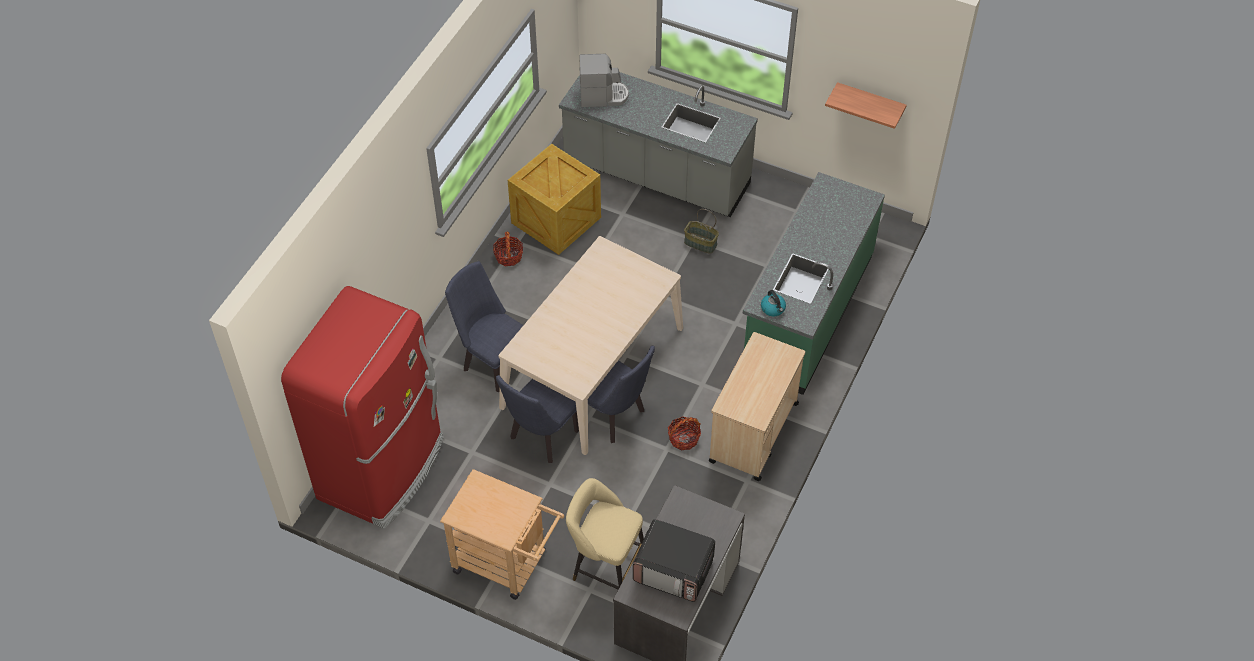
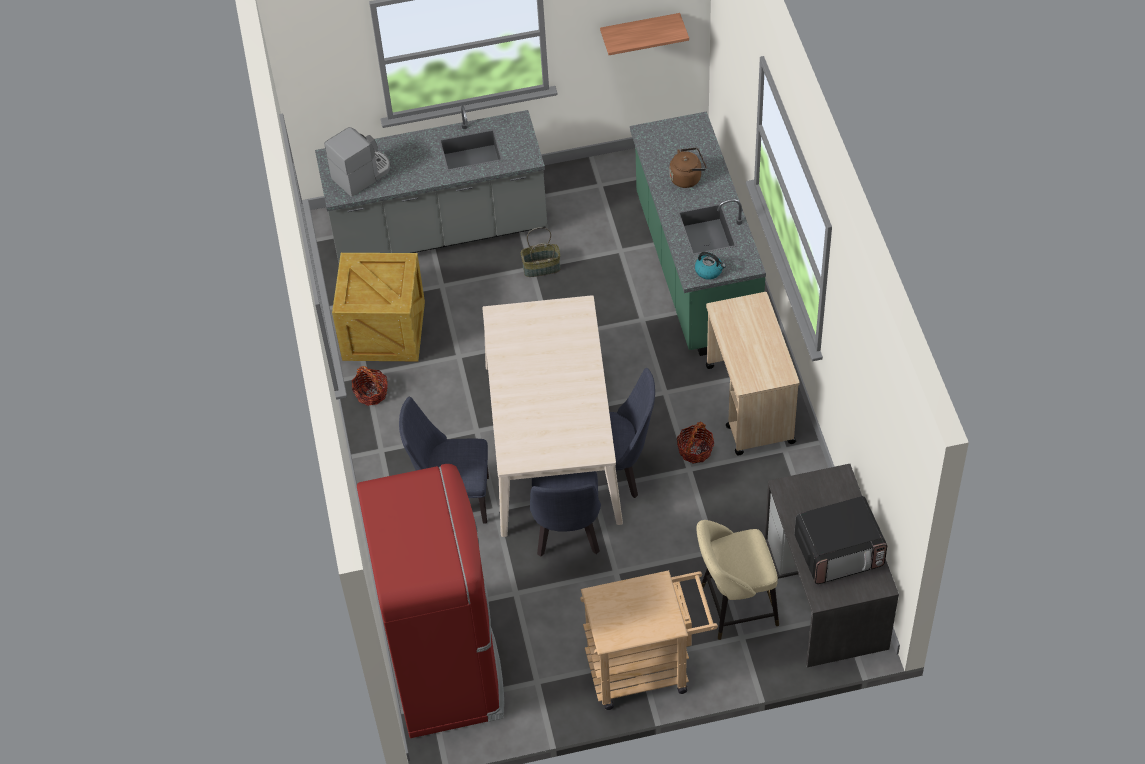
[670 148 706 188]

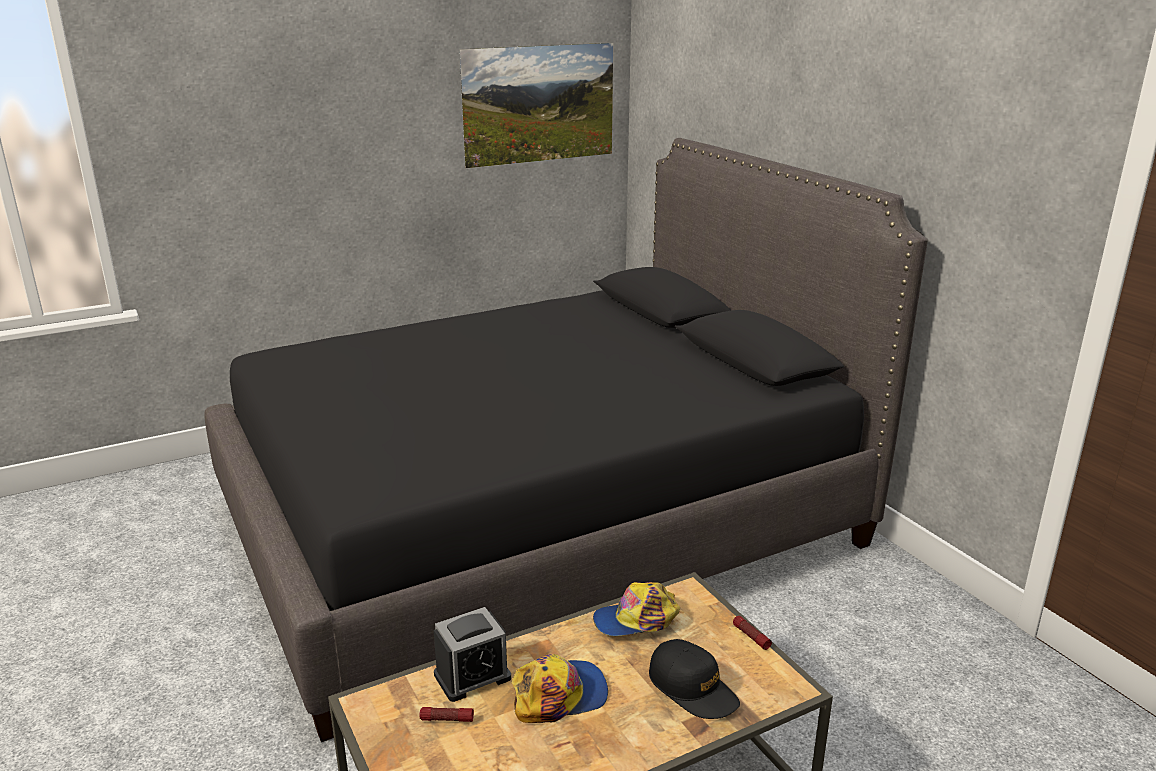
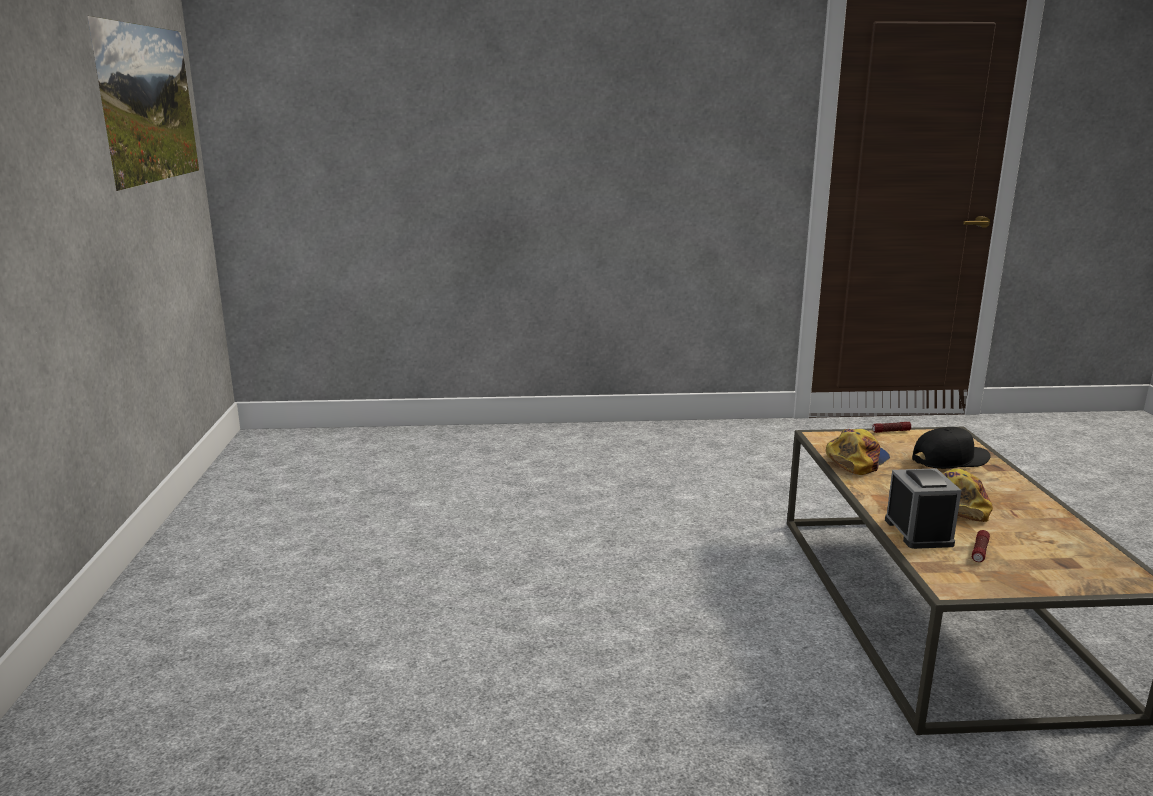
[204 138 928 742] (first image)
[826 429 890 475]

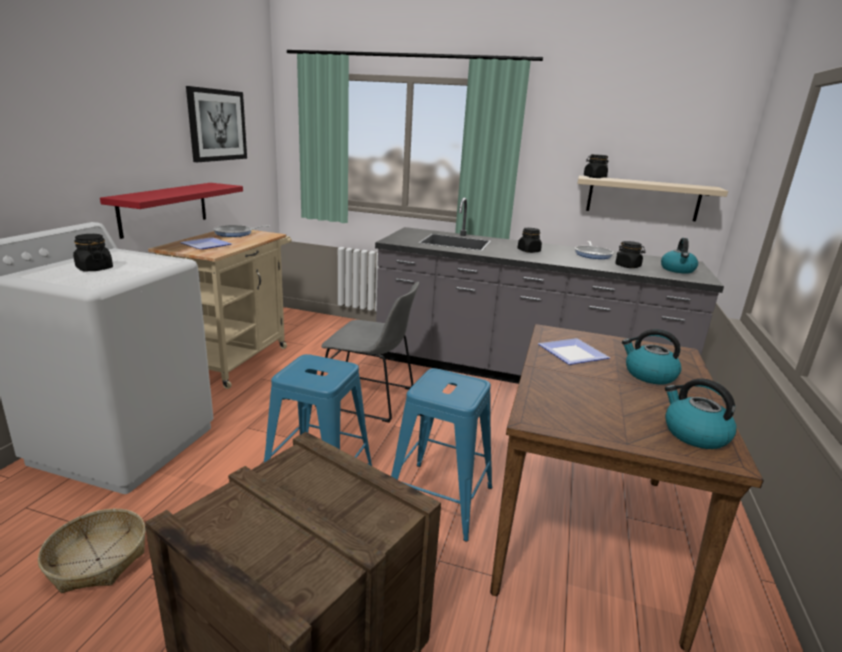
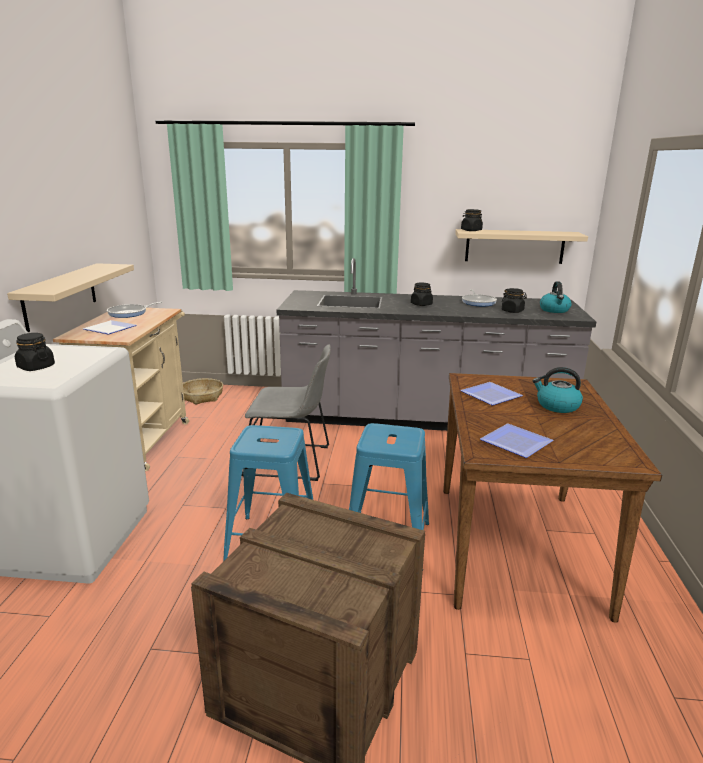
[183 378 223 405]
[7 263 134 332]
[186 86 247 162] (first image)
[665 378 736 449] (first image)
[480 424 554 458]

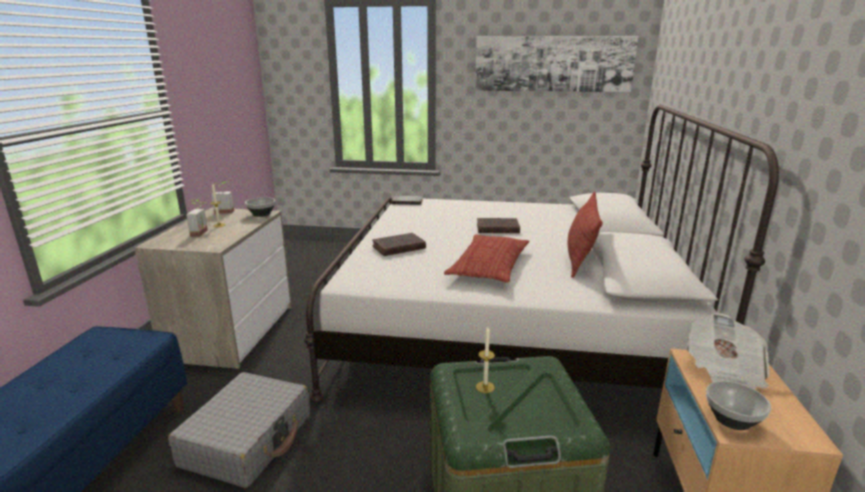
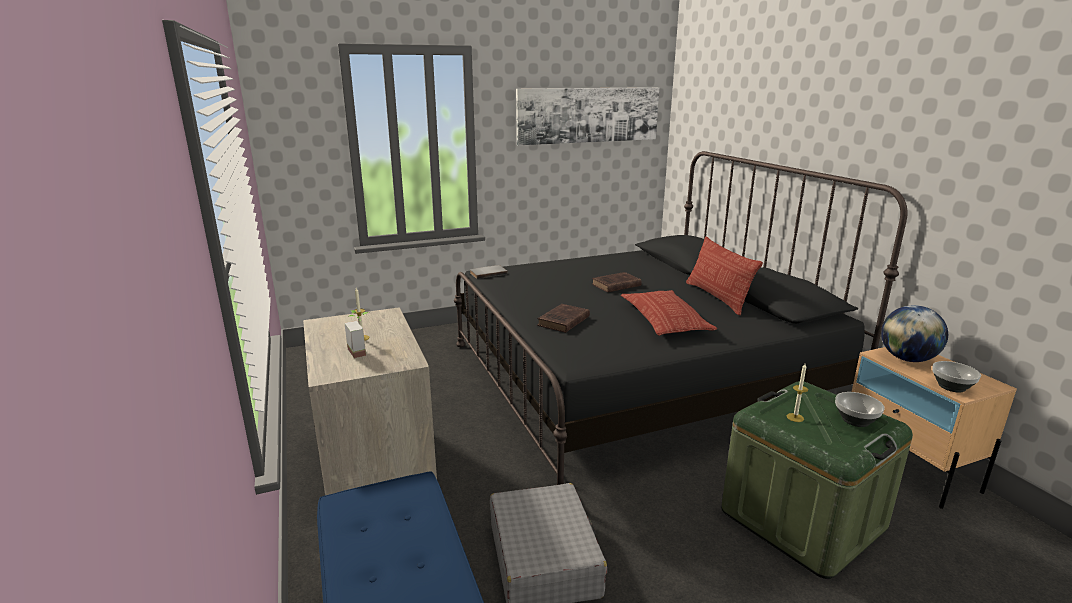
[211 181 234 214] (first image)
[835 392 885 427]
[454 151 908 485]
[881 305 948 362]

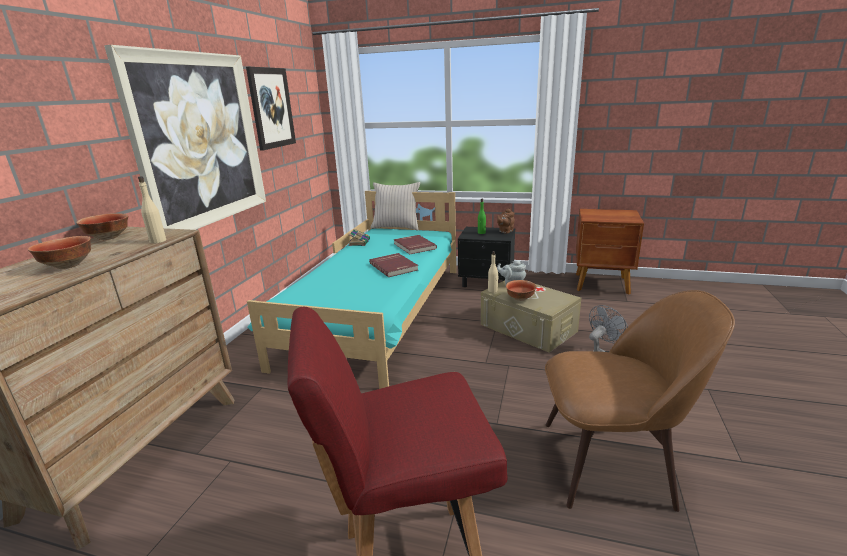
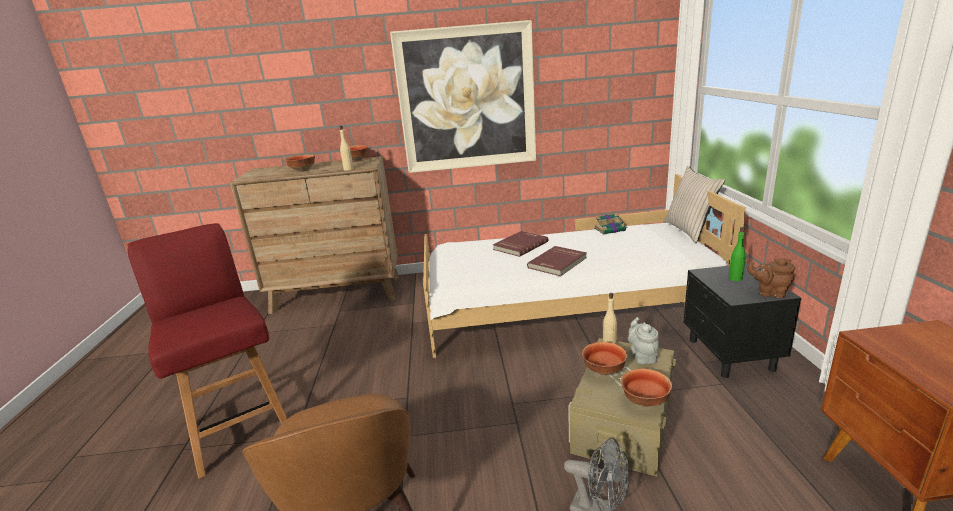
[246 67 296 151] (first image)
[423 174 746 358]
[493 231 548 257]
[621 368 672 407]

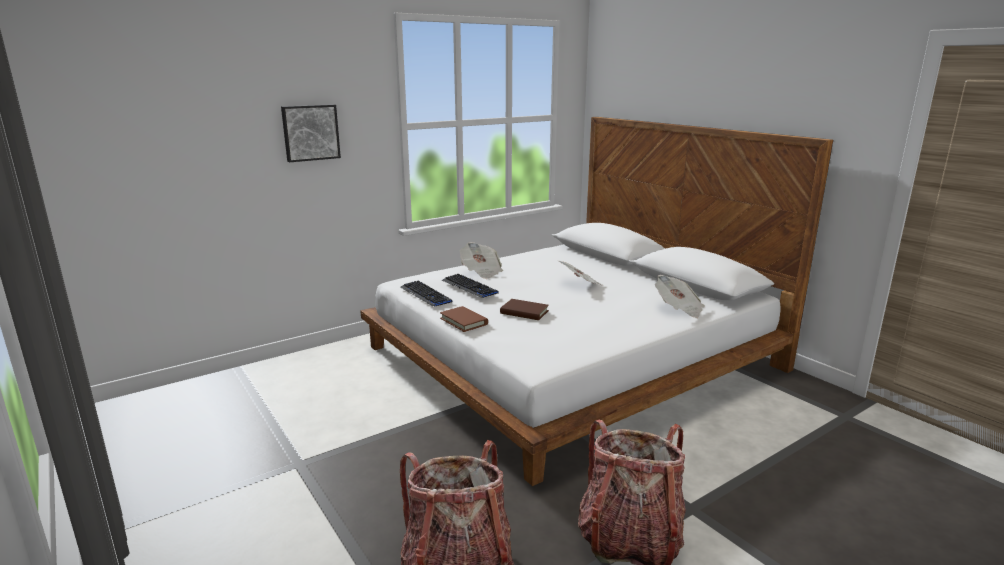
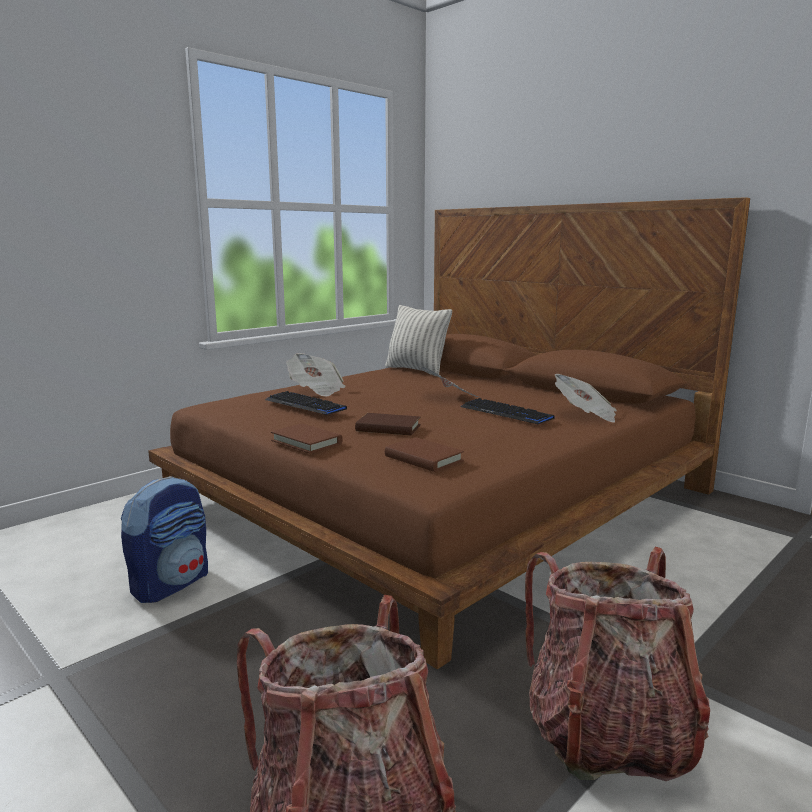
[281 104 341 162] (first image)
[148 197 750 669]
[461 398 554 424]
[121 476 208 603]
[385 305 452 376]
[385 437 464 472]

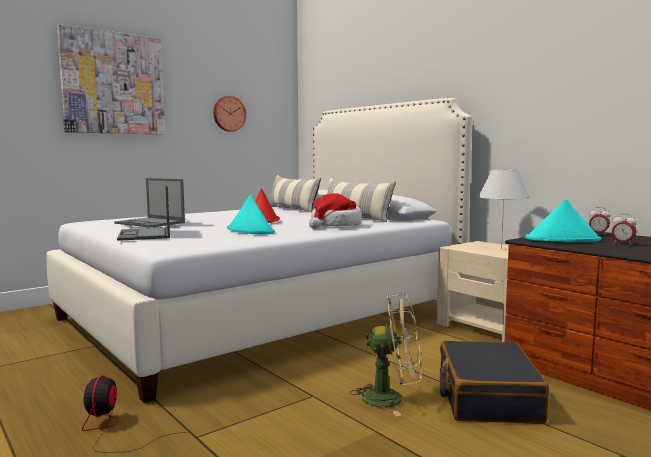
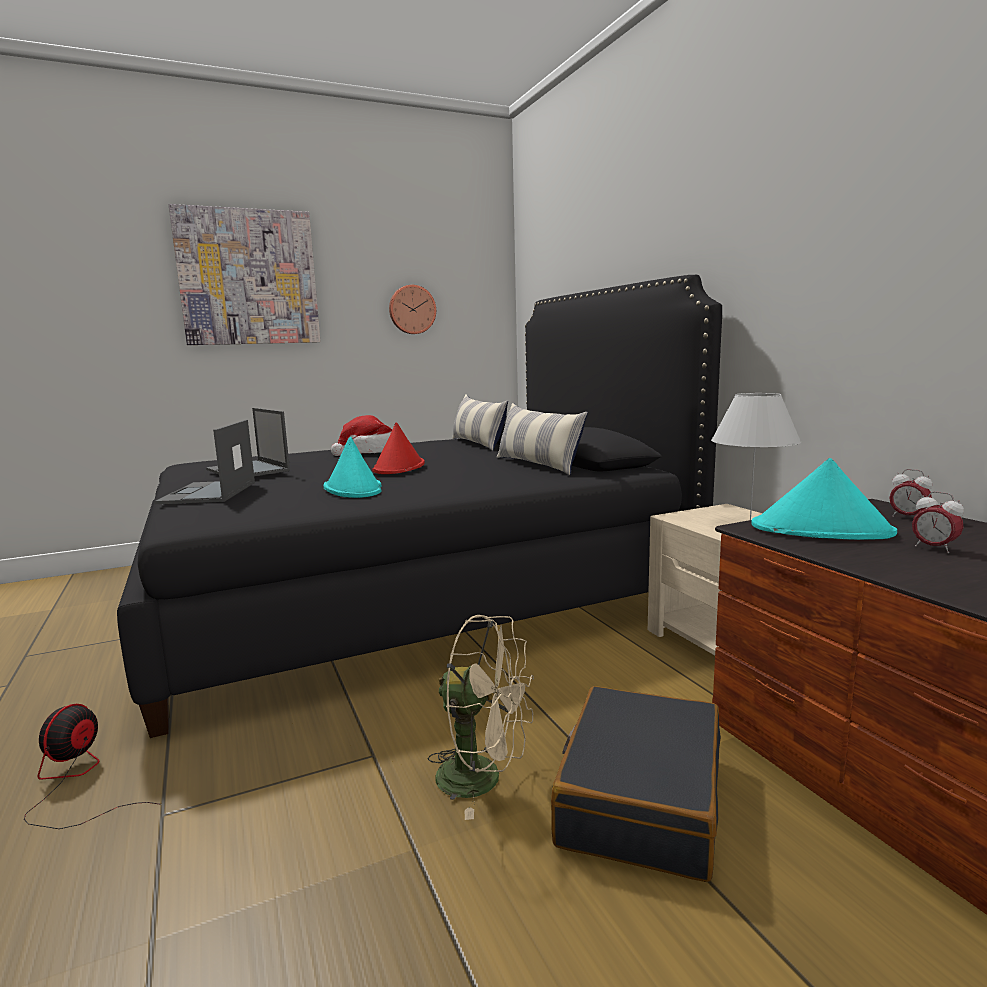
[117 275 722 738]
[331 415 392 456]

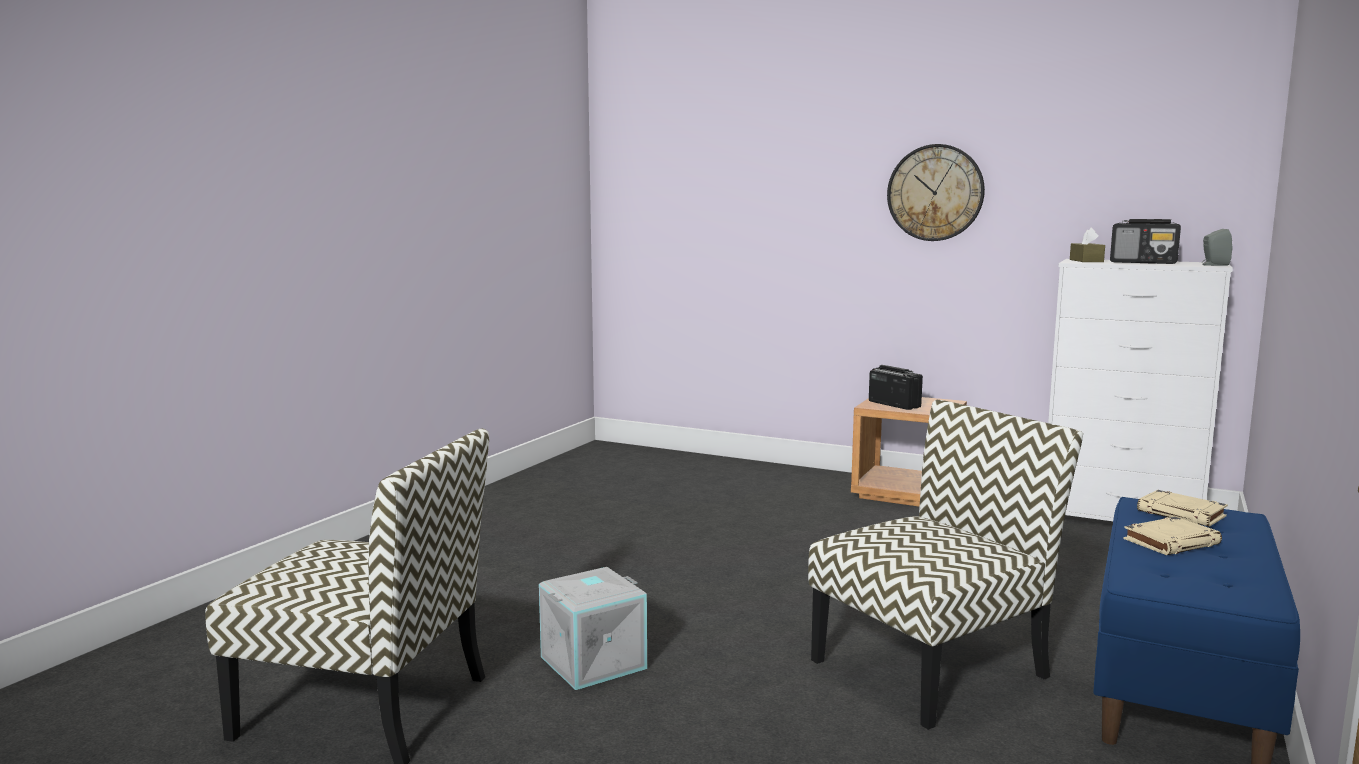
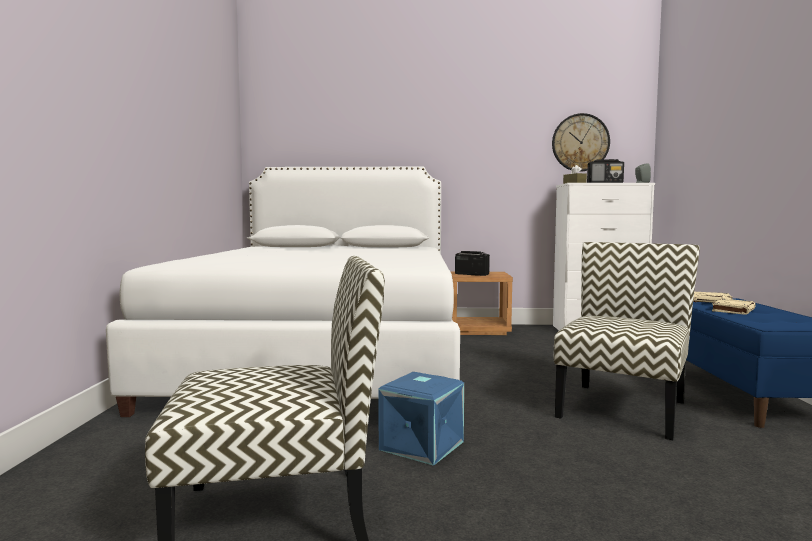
[378 372 464 466]
[552 113 610 172]
[106 167 460 417]

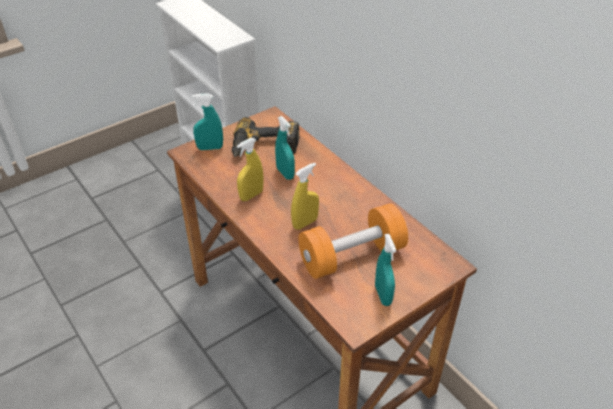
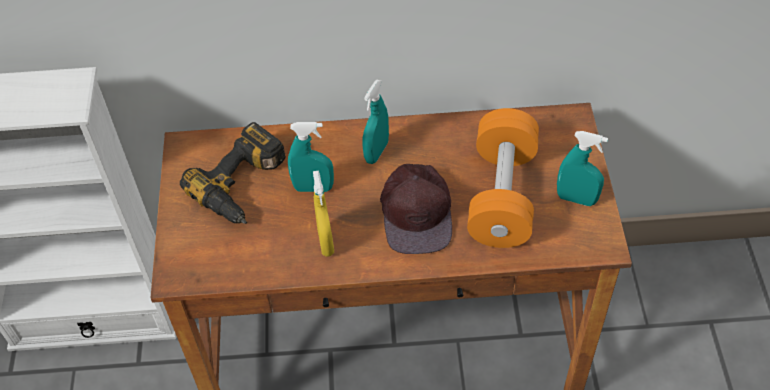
[362 80 389 164]
[380 164 452 254]

